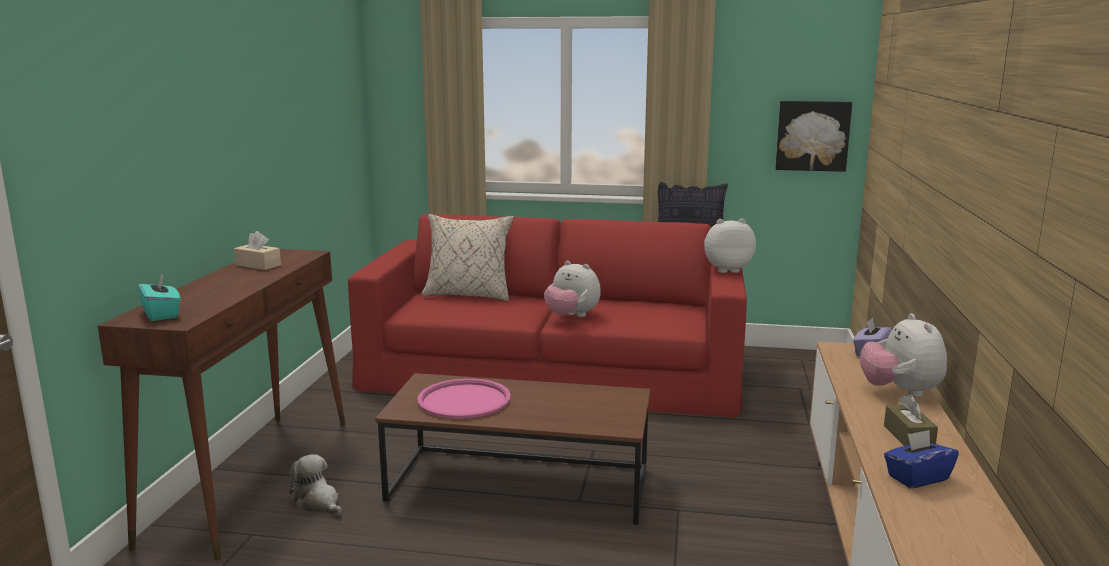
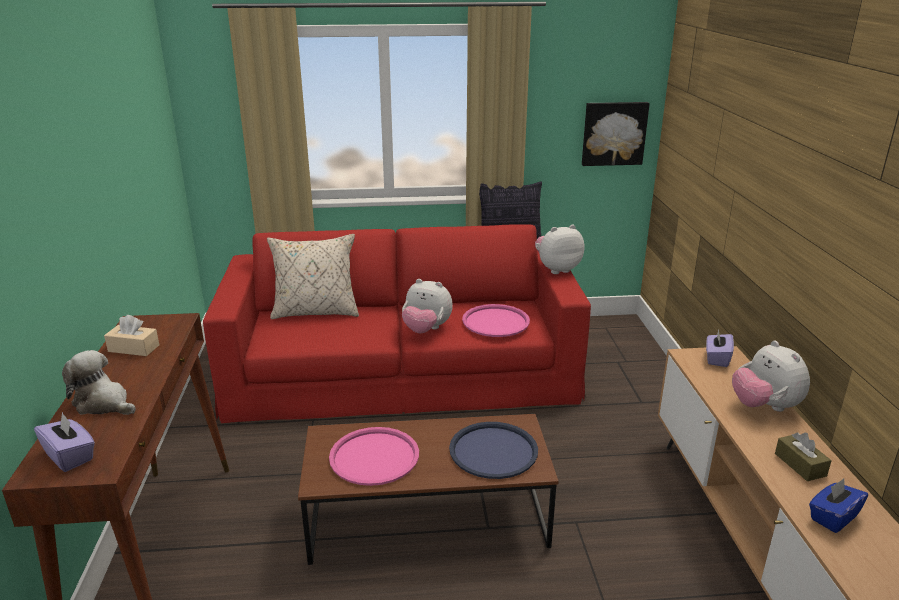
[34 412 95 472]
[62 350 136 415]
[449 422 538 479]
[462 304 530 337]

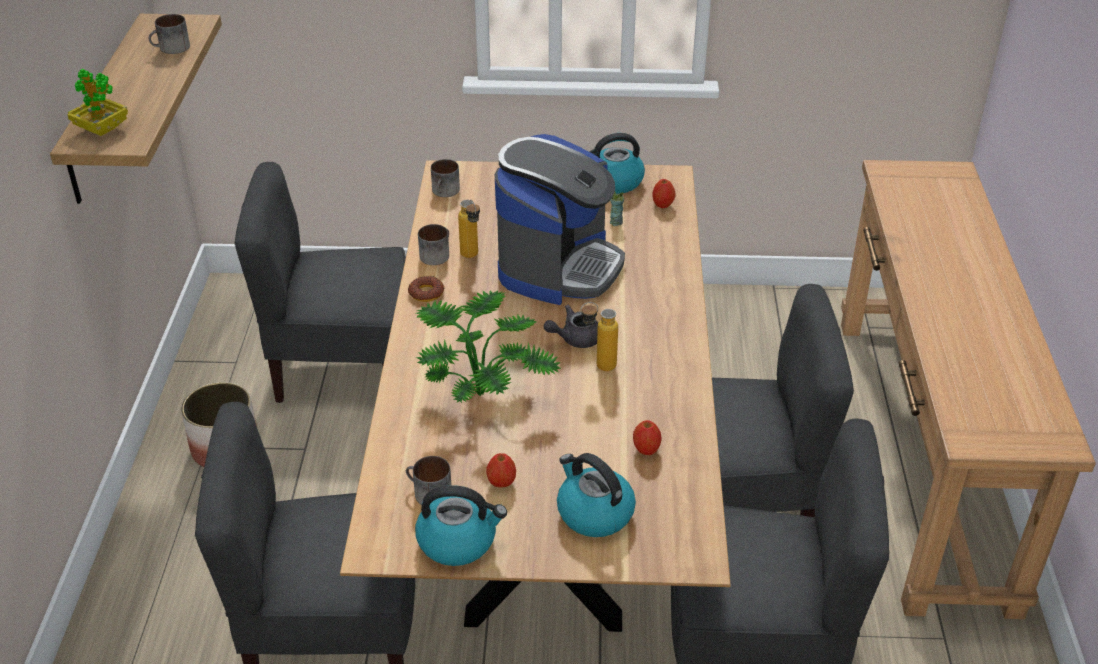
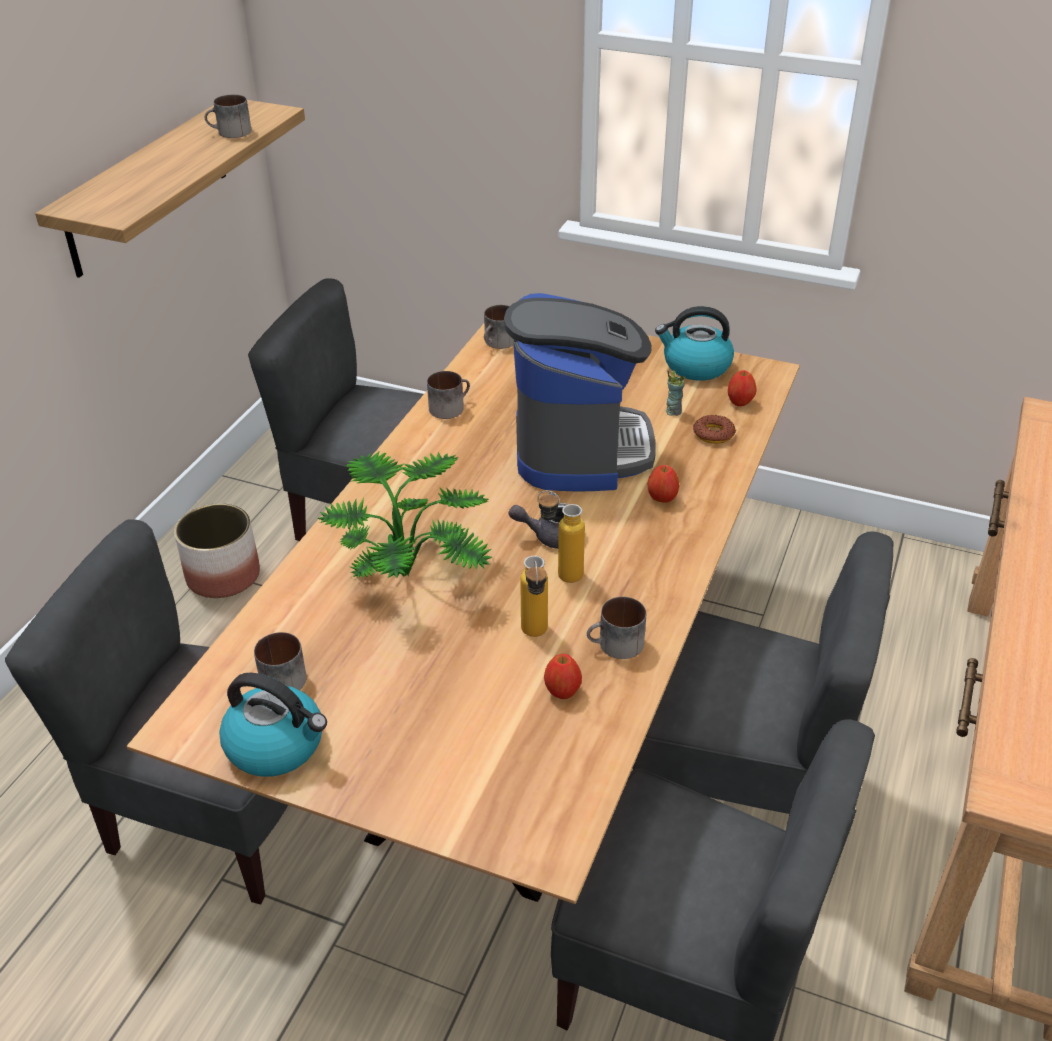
[67 69 128 136] (first image)
[693 415 736 444]
[520 556 548 637]
[647 465 679 503]
[504 293 656 492]
[557 453 636 537] (first image)
[587 597 646 659]

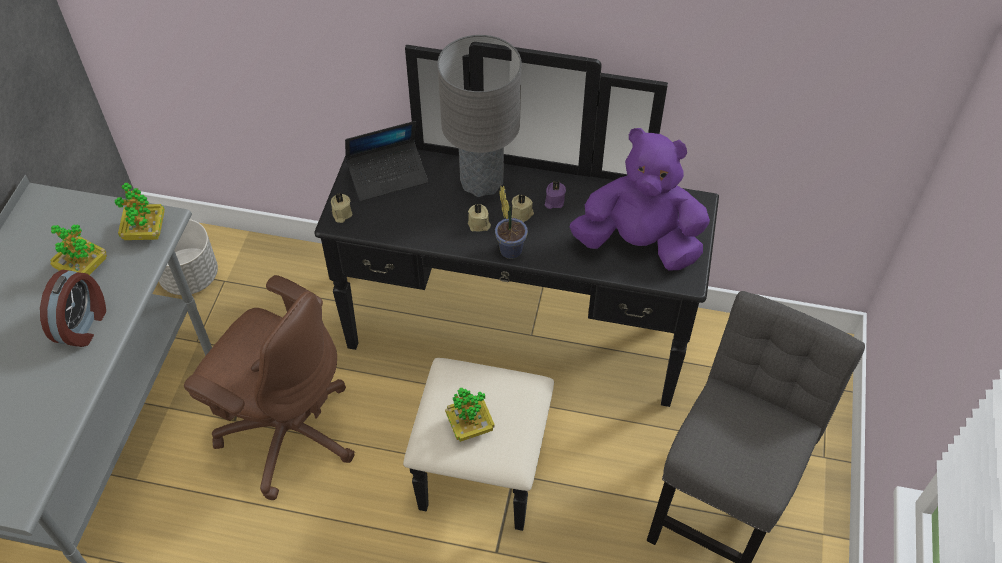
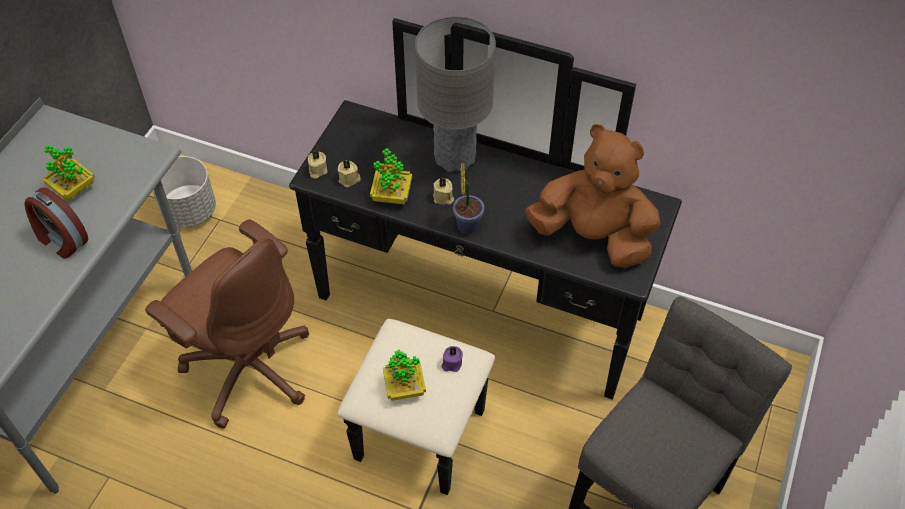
[24 188 88 259]
[370 148 412 205]
[345 121 428 201] (first image)
[338 160 360 187]
[441 346 463 372]
[525 124 660 268]

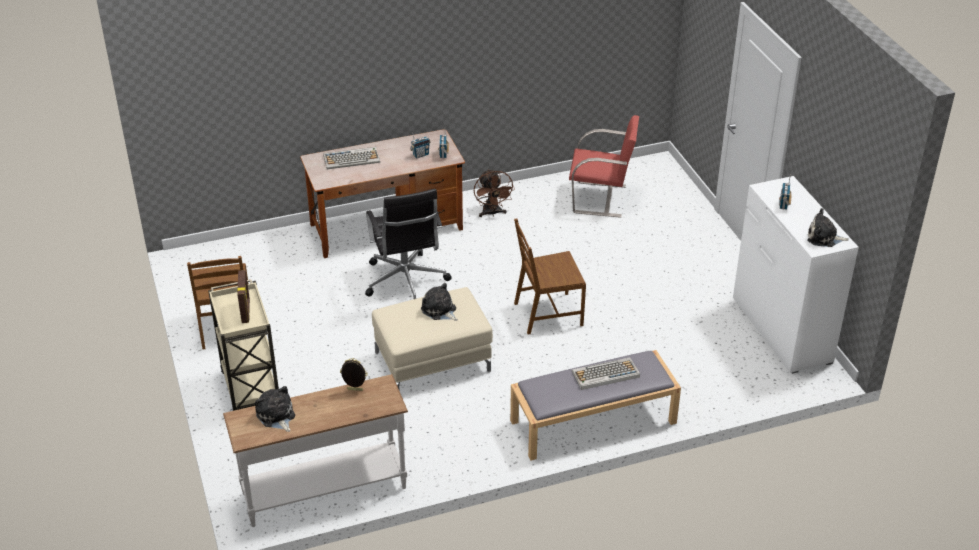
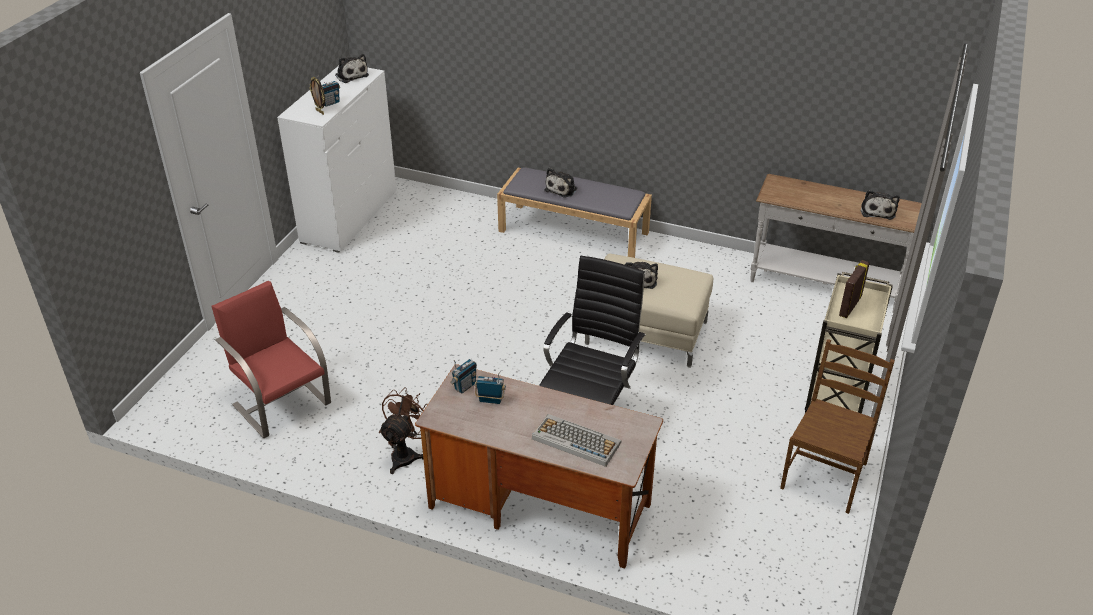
[309 77 325 115]
[514 218 586 335] (first image)
[544 168 577 198]

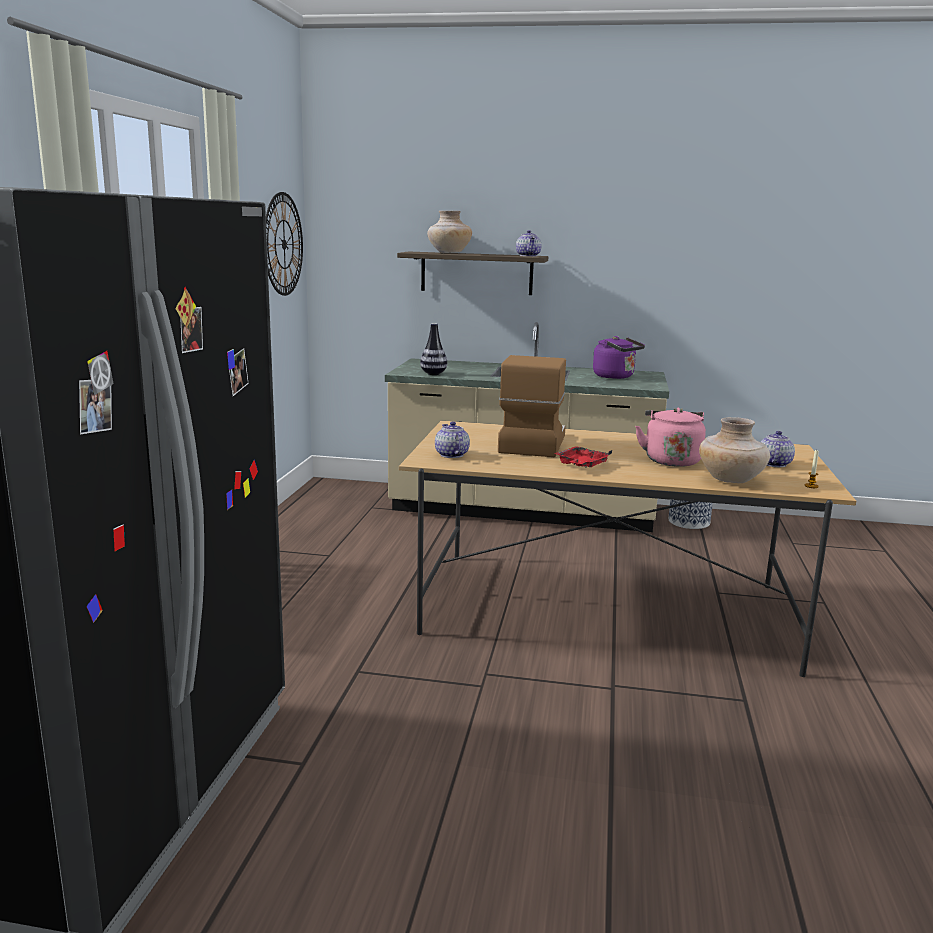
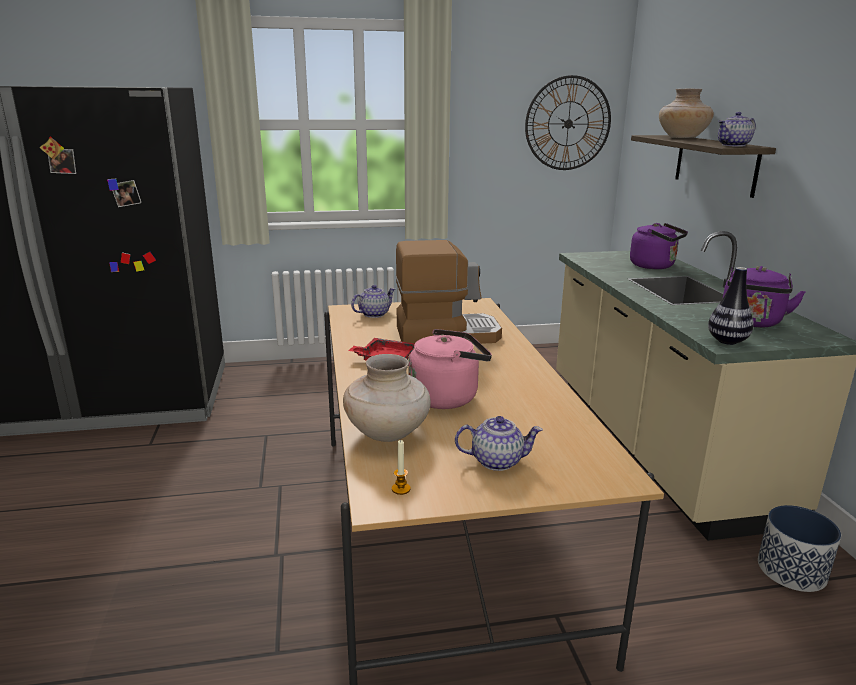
[708 267 754 345]
[630 223 688 269]

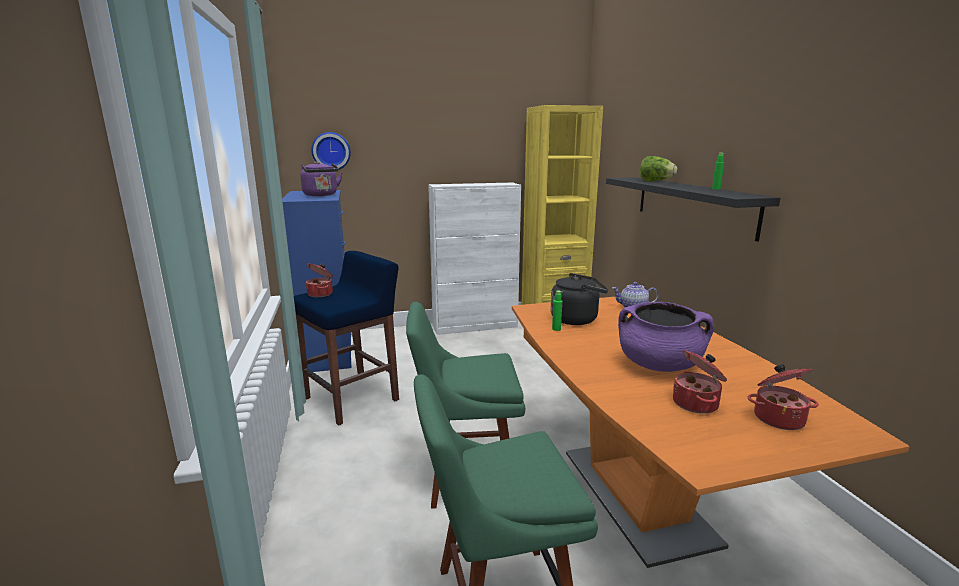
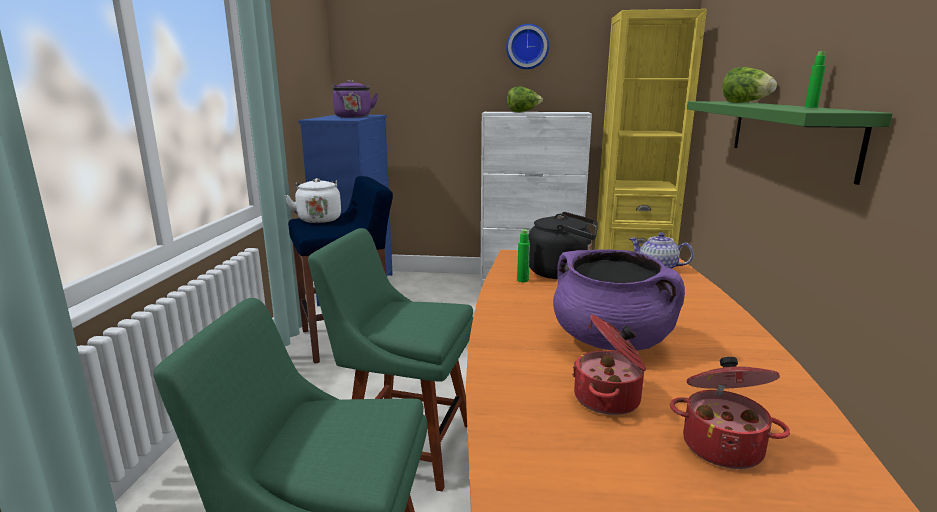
[285 178 341 223]
[506 24 549 69]
[687 101 893 185]
[507 87 543 112]

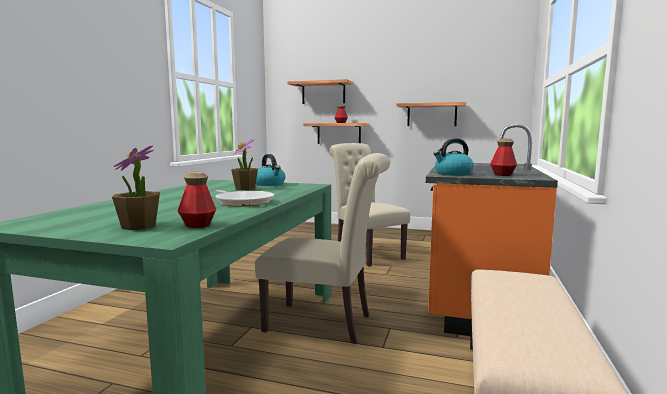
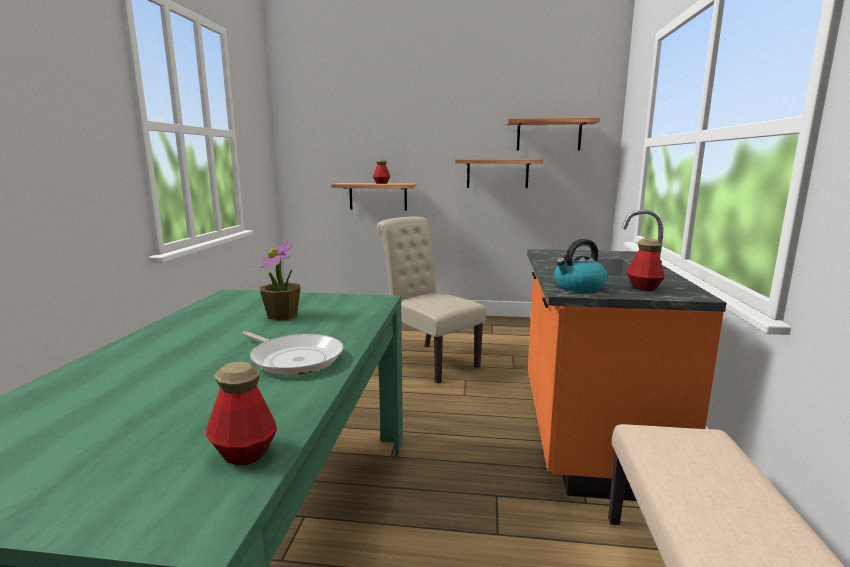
[112 145 160 230] (first image)
[255 153 390 344] (first image)
[256 154 286 186] (first image)
[507 118 600 151]

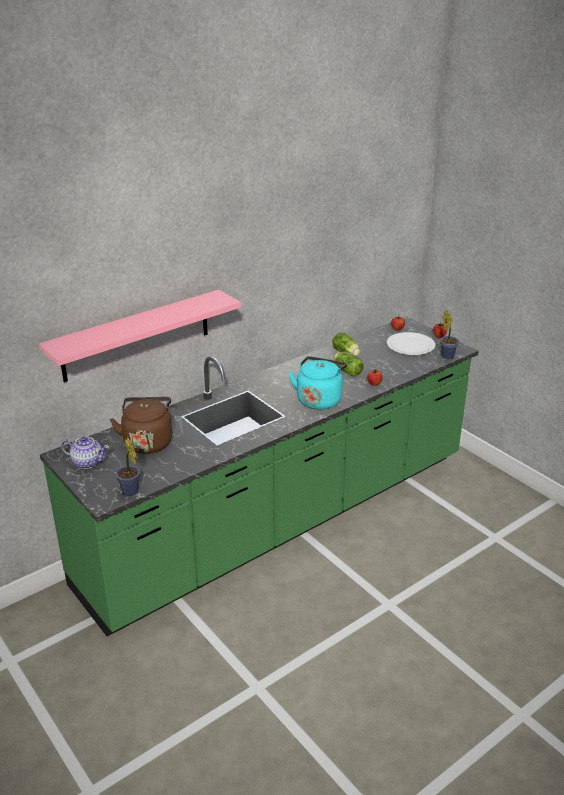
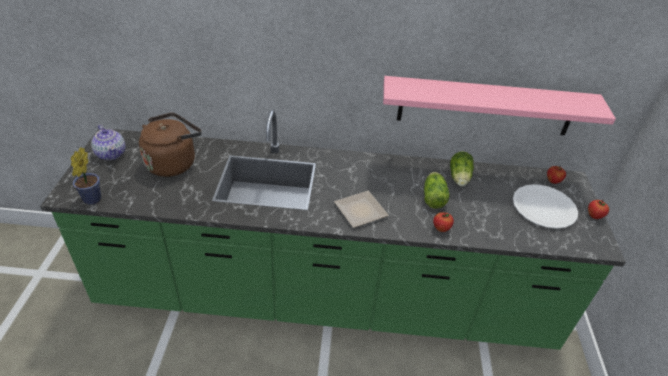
[383 76 616 135]
[334 191 389 228]
[440 310 459 359] (first image)

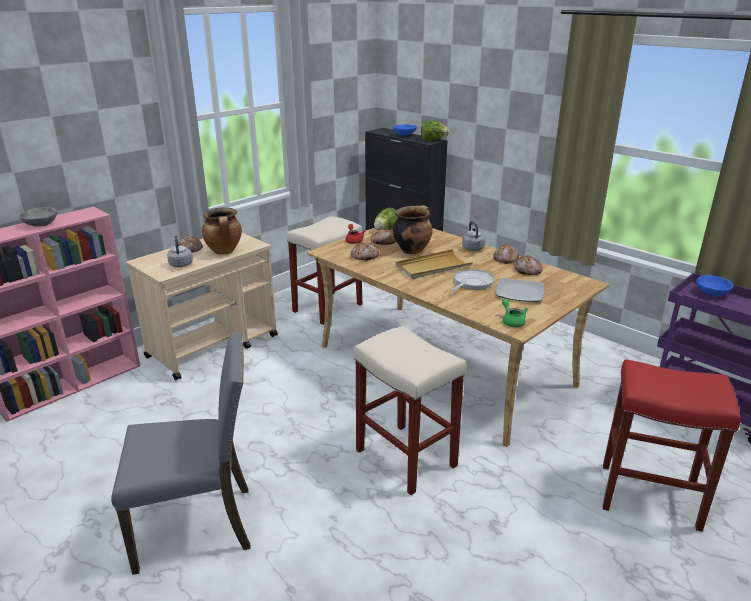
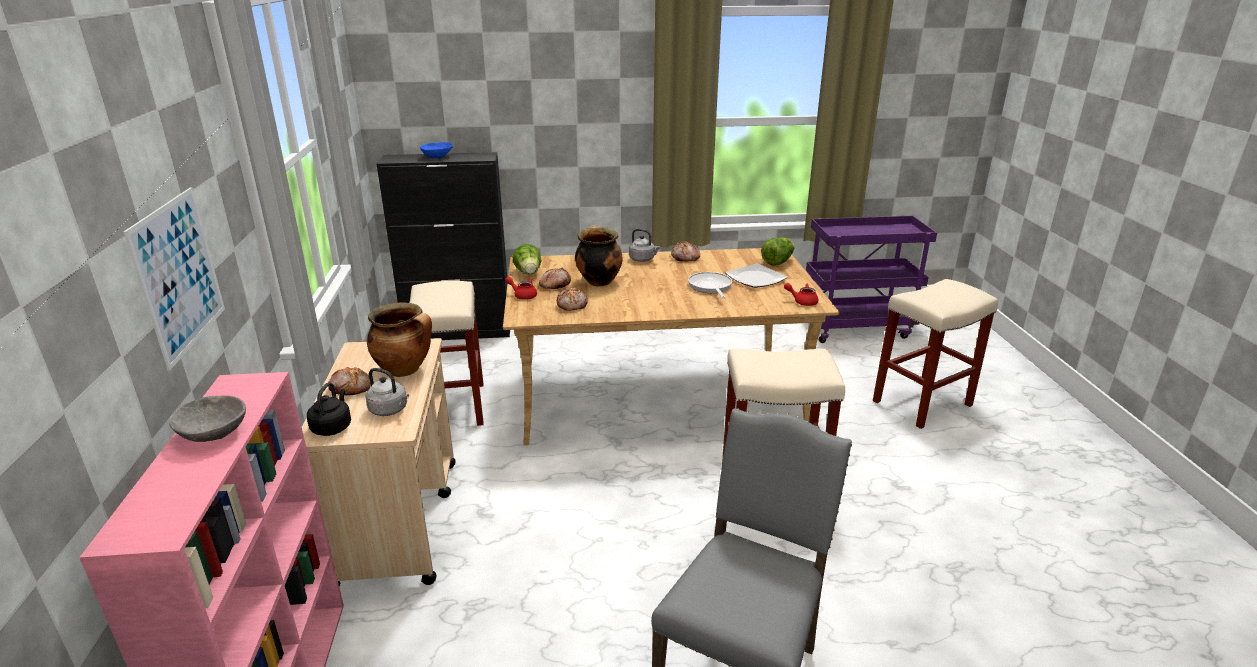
[396 249 473 279] (first image)
[761 237 795 266]
[784 283 818 306]
[514 255 543 275] (first image)
[873 279 998 429]
[696 275 733 297] (first image)
[124 187 225 370]
[307 382 351 436]

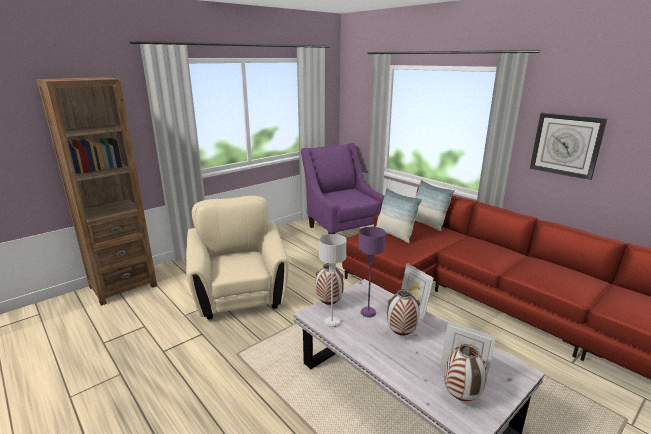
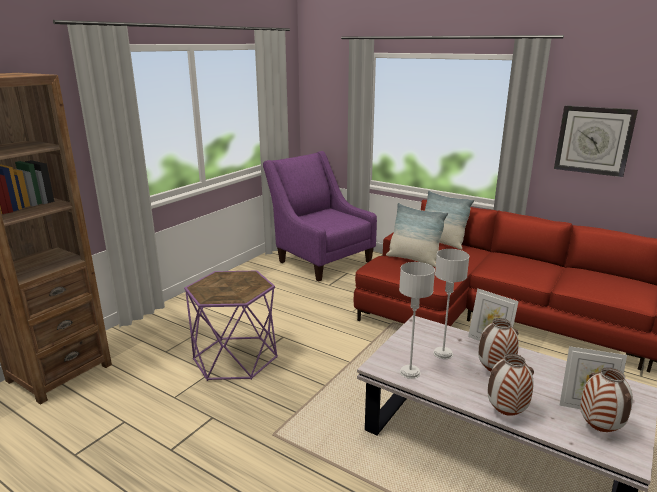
[184 271 278 381]
[488 354 534 416]
[433 249 469 359]

